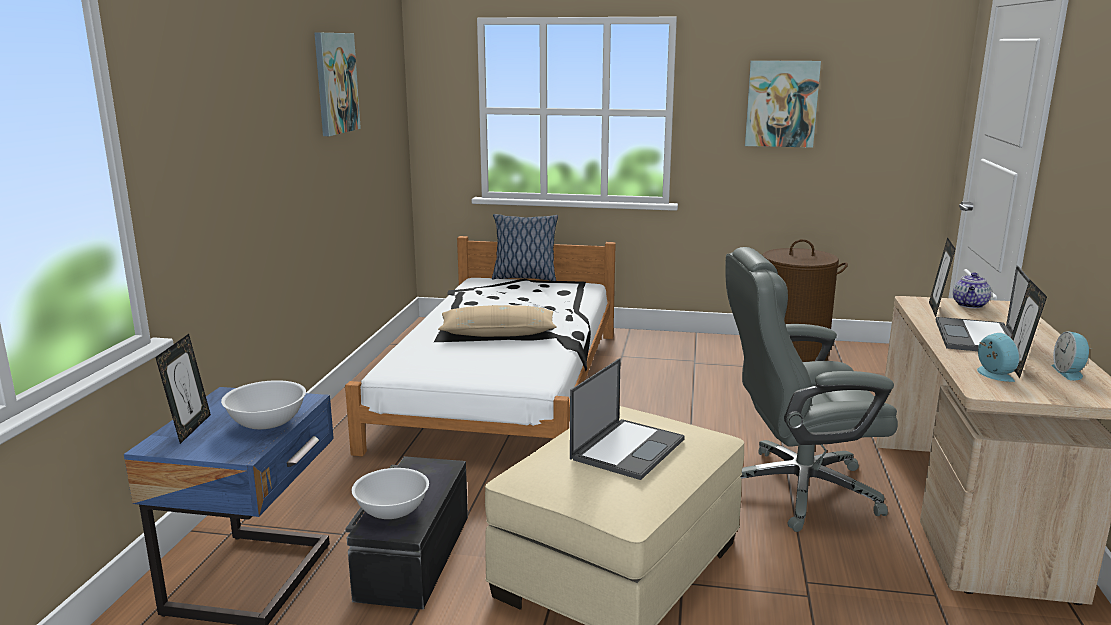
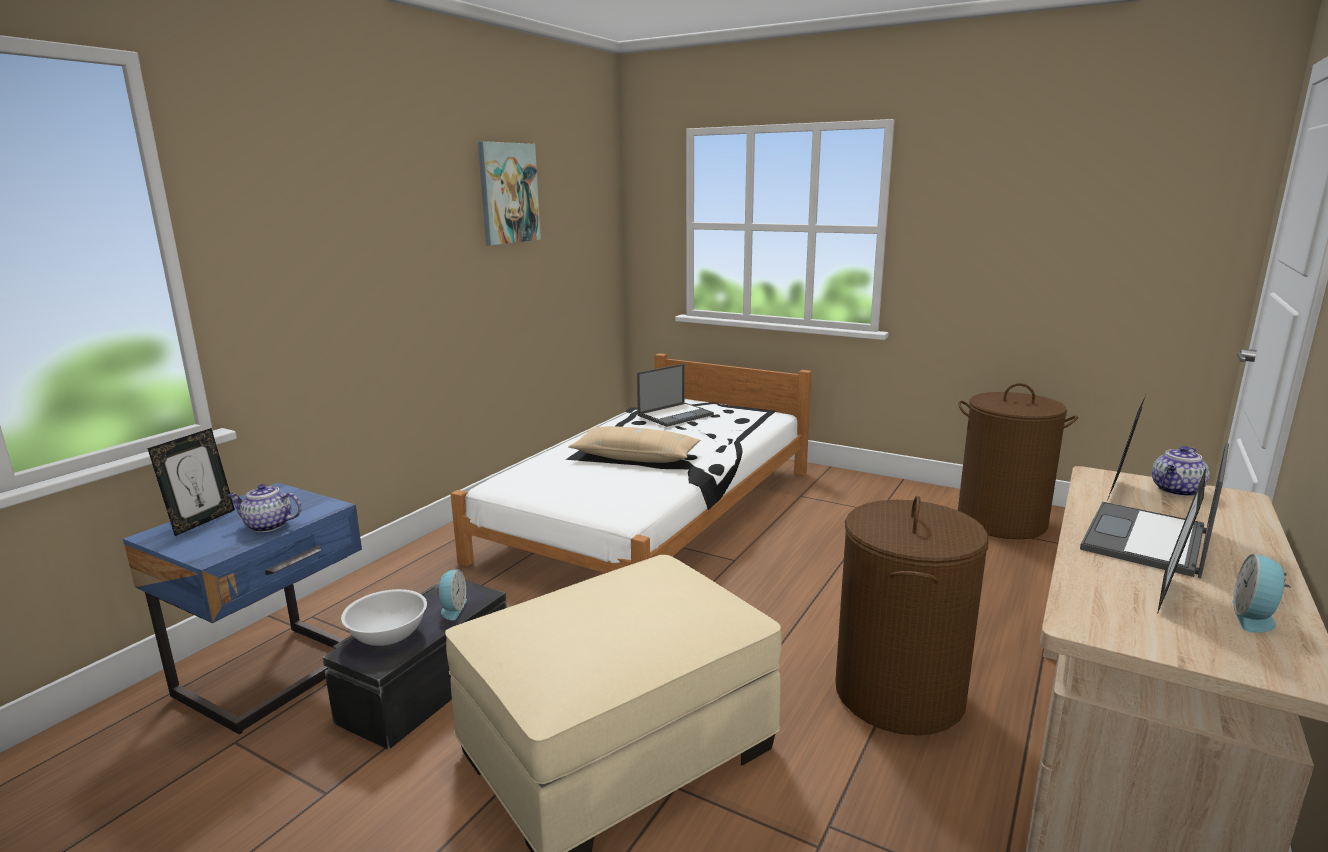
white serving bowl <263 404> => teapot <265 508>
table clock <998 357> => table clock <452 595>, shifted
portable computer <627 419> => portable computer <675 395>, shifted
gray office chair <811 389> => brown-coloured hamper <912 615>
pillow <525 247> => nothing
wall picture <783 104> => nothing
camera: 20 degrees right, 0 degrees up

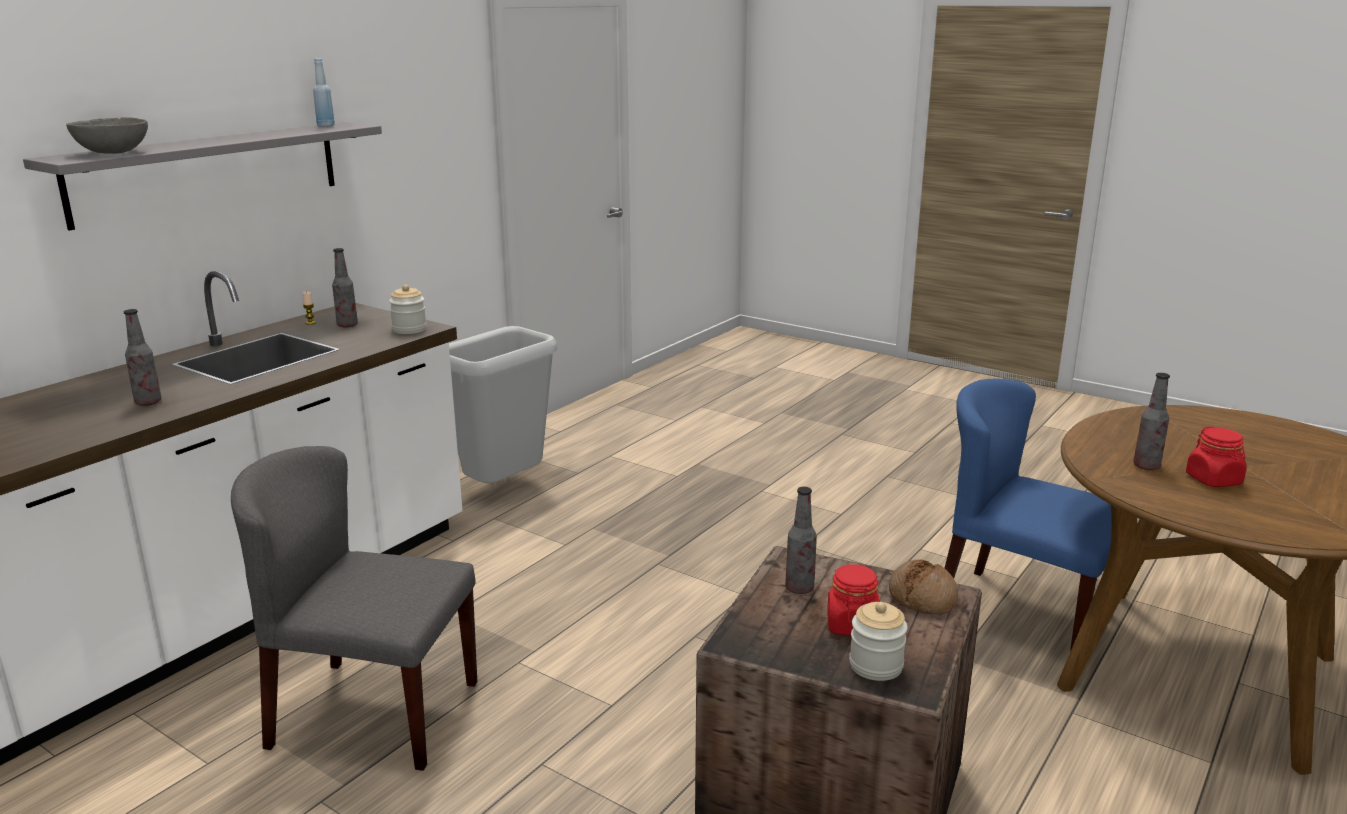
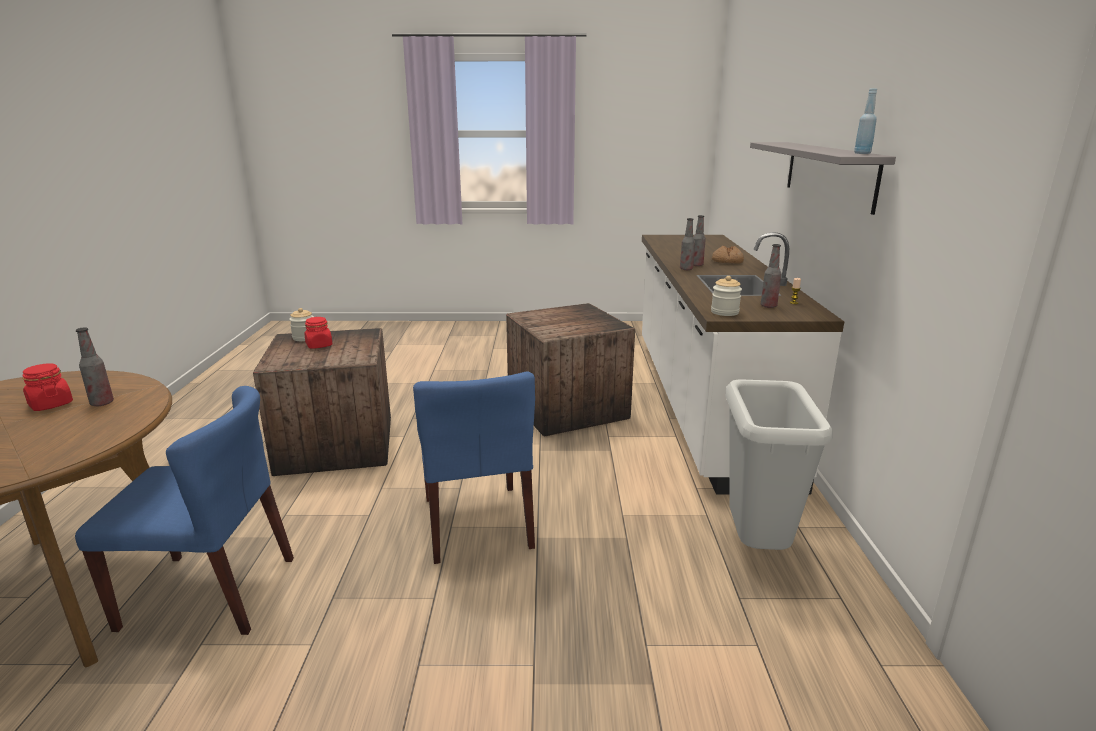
nothing => blue chair <474 468>
gray chair <354 608> => shipping crate <570 370>
beverage bottle <801 540> => beverage bottle <687 244>, shifted
bread <923 587> => bread <728 255>, shifted
gray serving bowl <107 135> => nothing
camera: 145 degrees right, 0 degrees up

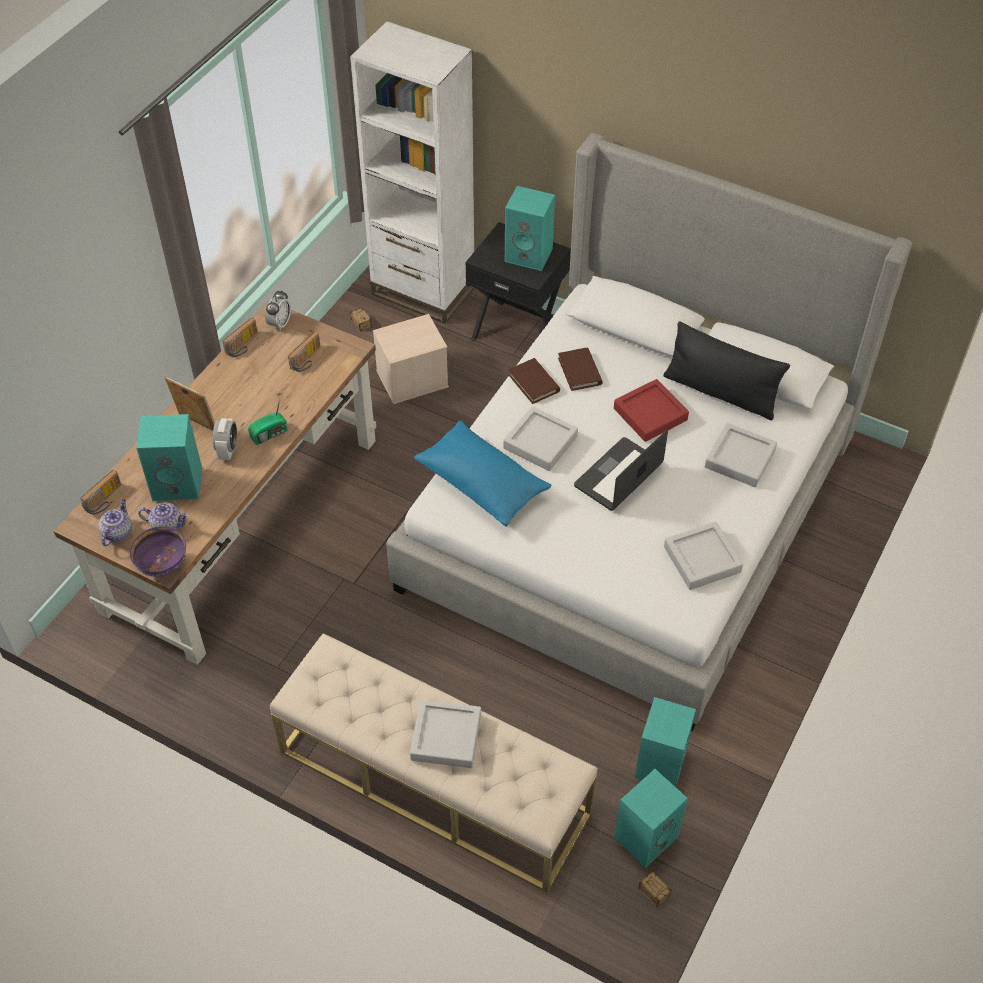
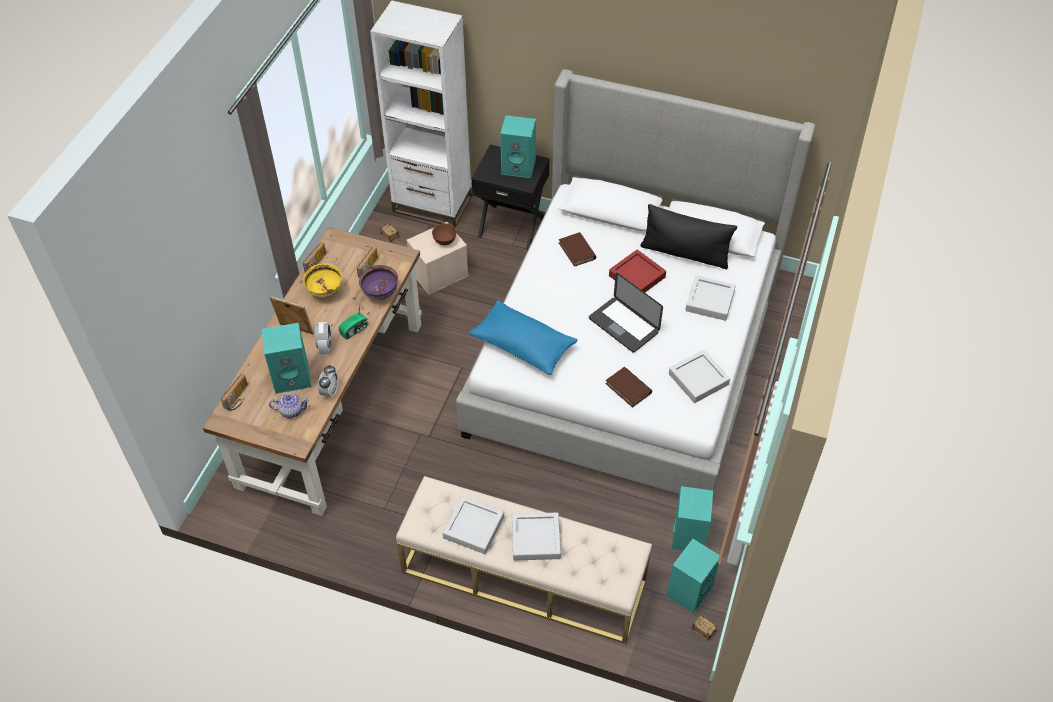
nothing => yellowish serving bowl <322 280>
table clock <278 310> => table clock <328 381>, shifted
purple-coloured serving bowl <158 551> => purple-coloured serving bowl <378 282>, shifted
nothing => brown-coloured serving bowl <444 234>
gray carrying tray <540 438> => gray carrying tray <473 525>, shifted
portable computer <621 470> => portable computer <626 312>, 75 degrees counterclockwise
brown-coloured volume <534 381> => brown-coloured volume <628 387>, shifted
teapot <115 522> => nothing
camera: 10 degrees left, 0 degrees up

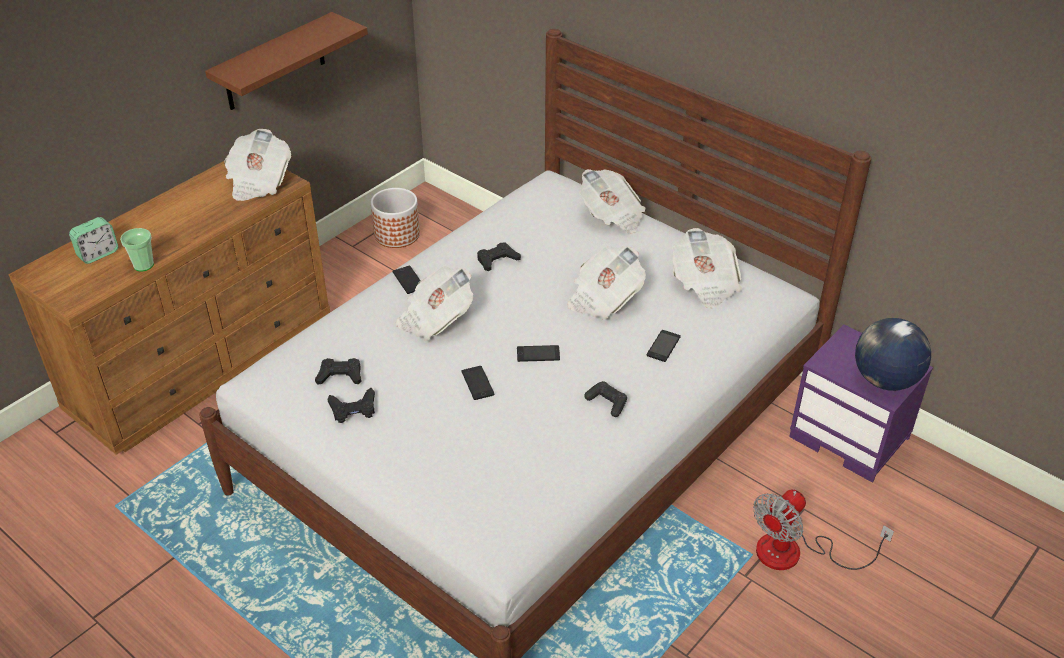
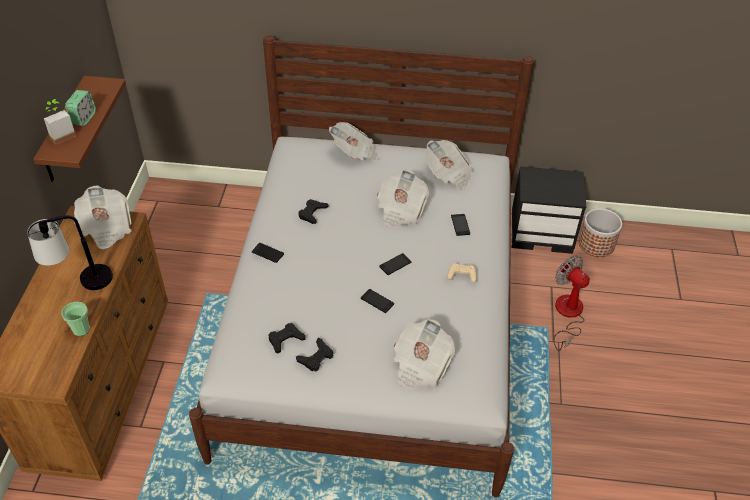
nothing => table lamp <70 252>
nothing => houseplant <60 122>
table clock <93 240> => table clock <80 108>, shifted
printed paper <434 303> => printed paper <424 353>, shifted
blackish gamepad <605 399> => beige gamepad <462 273>
purple-coloured nightstand <861 404> => blackish nightstand <549 210>
electric fan <823 529> => electric fan <571 303>, 135 degrees clockwise
flower pot <395 218> => flower pot <600 232>, shifted
world globe <893 354> => nothing
camera: 35 degrees left, 5 degrees up

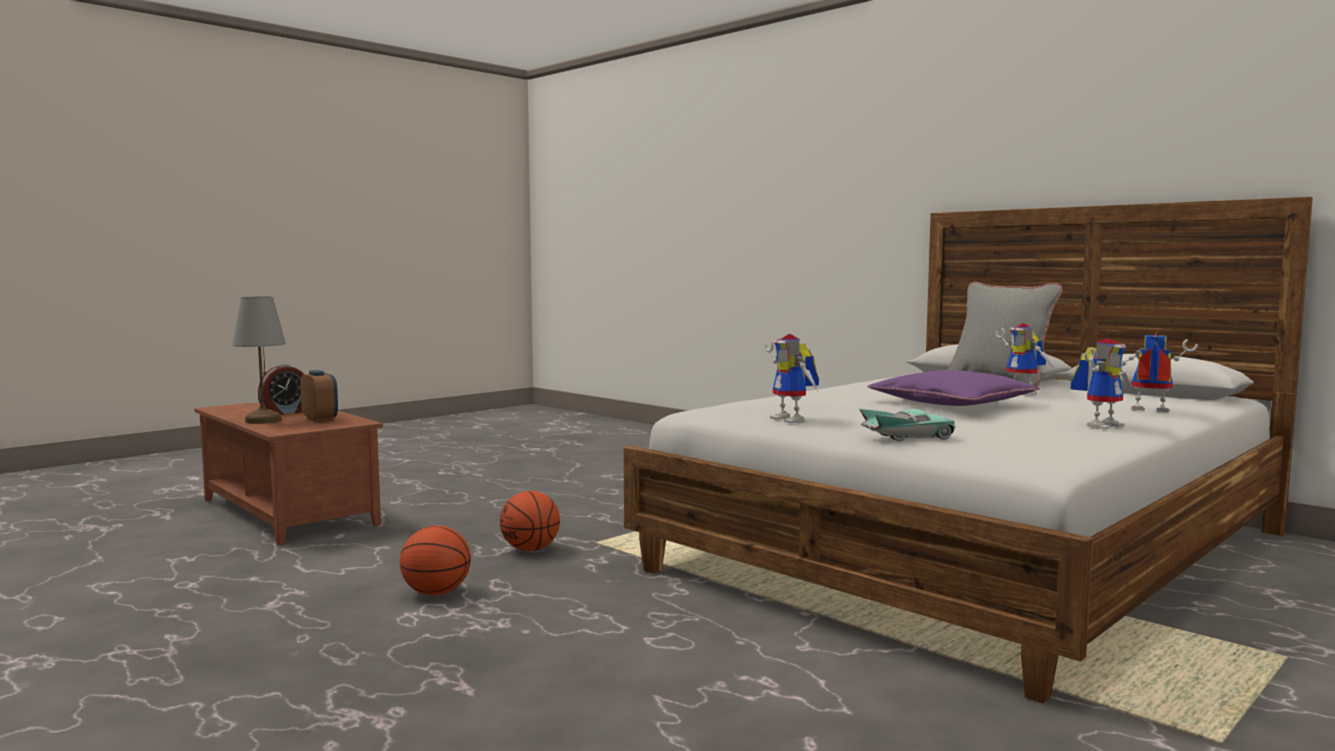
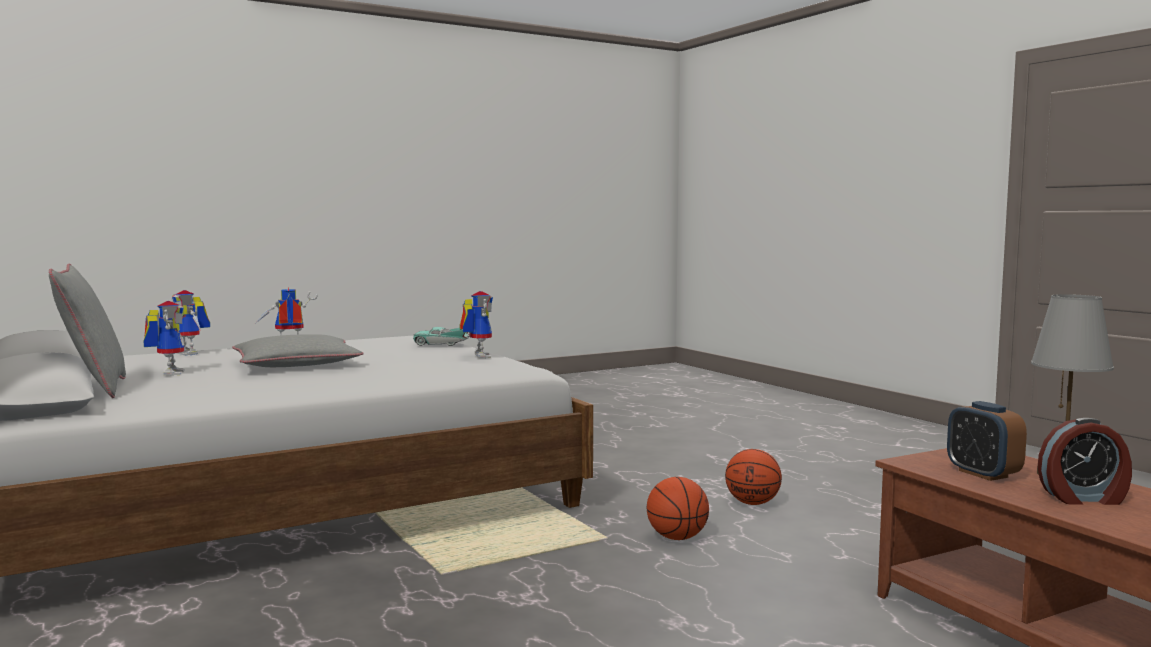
purple-coloured pillow <953 388> => gray pillow <298 350>
table clock <281 389> => table clock <1084 461>, 150 degrees counterclockwise
camera: 165 degrees left, 0 degrees up

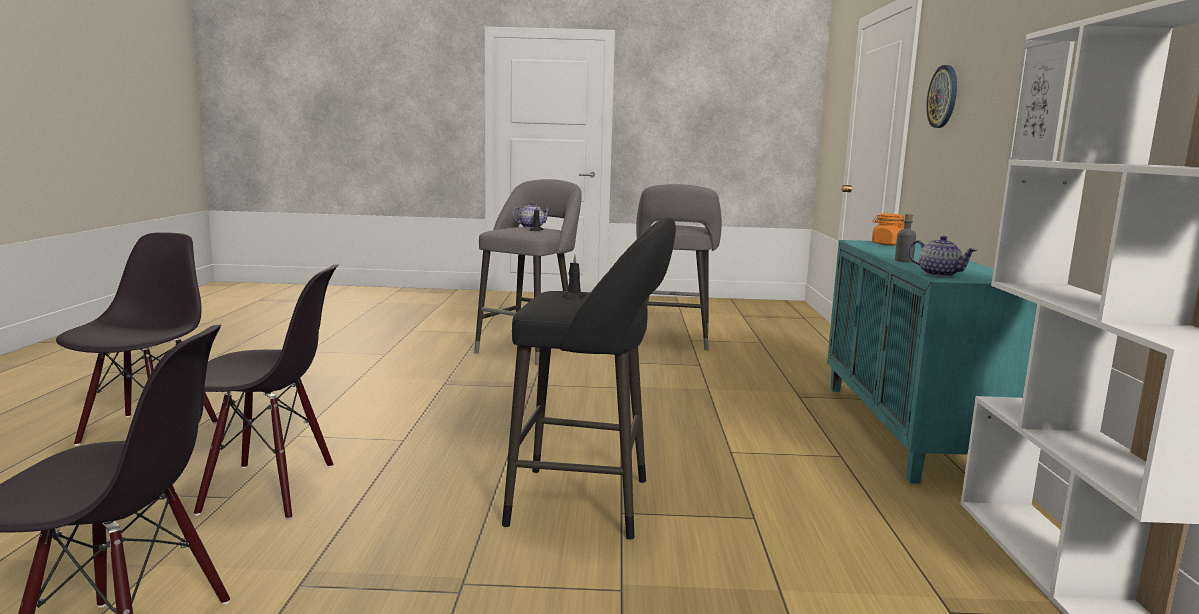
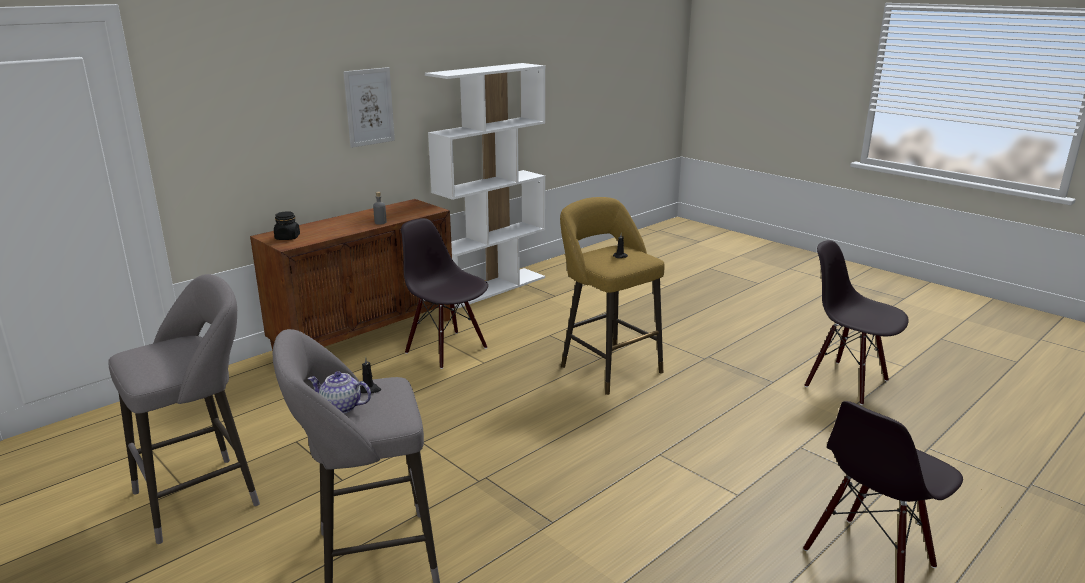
blue-green cabinet <932 362> => brown-coloured cabinet <351 275>
orange-coloured preserve jar <888 229> => blackish preserve jar <287 225>
blackish chair <266 392> => blackish chair <444 293>, shifted
blackish stool seat <589 378> => yellowish stool seat <612 296>
teapot <942 256> => nothing
hanging clock <941 96> => nothing
camera: 135 degrees left, 10 degrees up

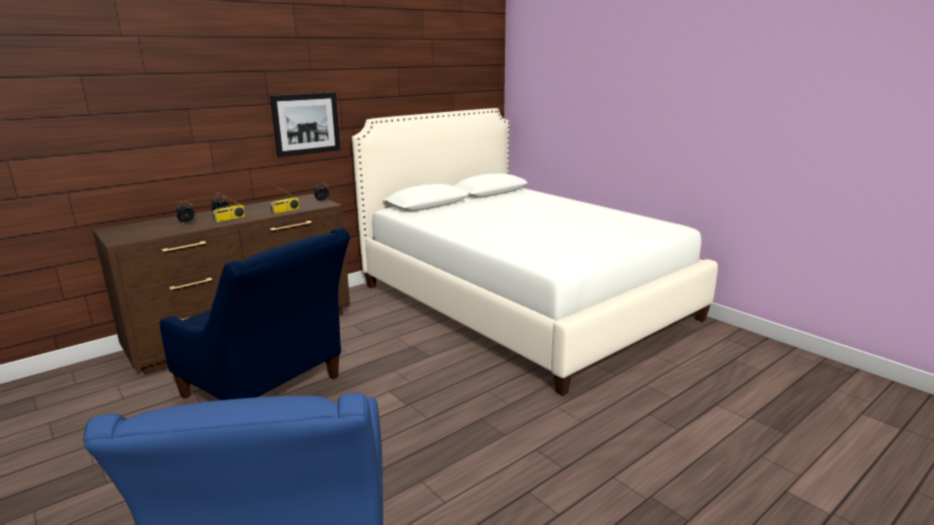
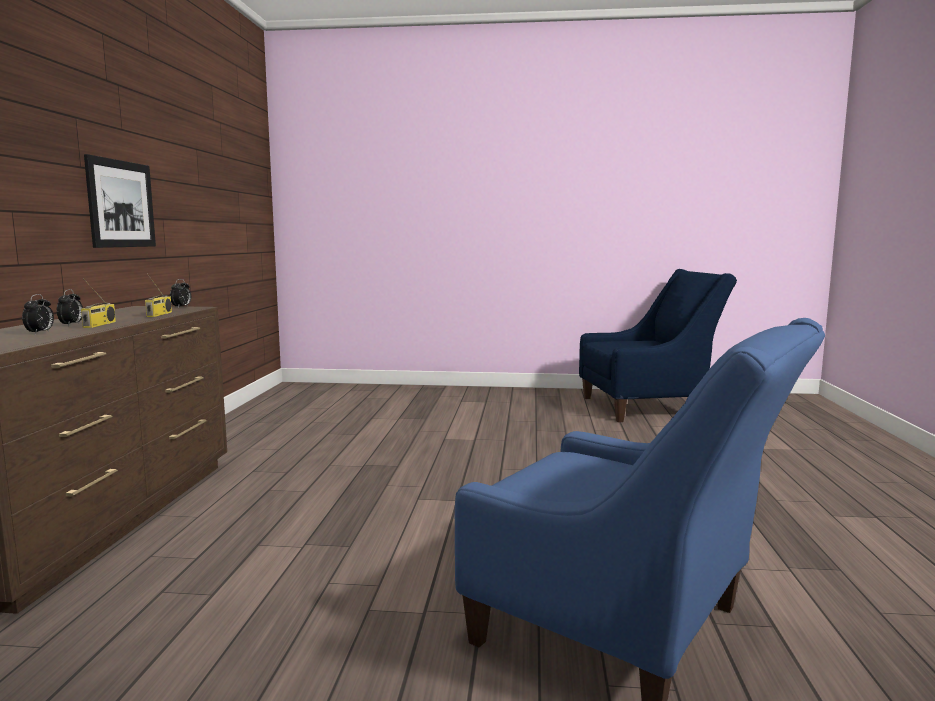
blue armchair <255 314> => blue armchair <658 345>, shifted
white bed <535 252> => nothing
camera: 45 degrees left, 10 degrees down

